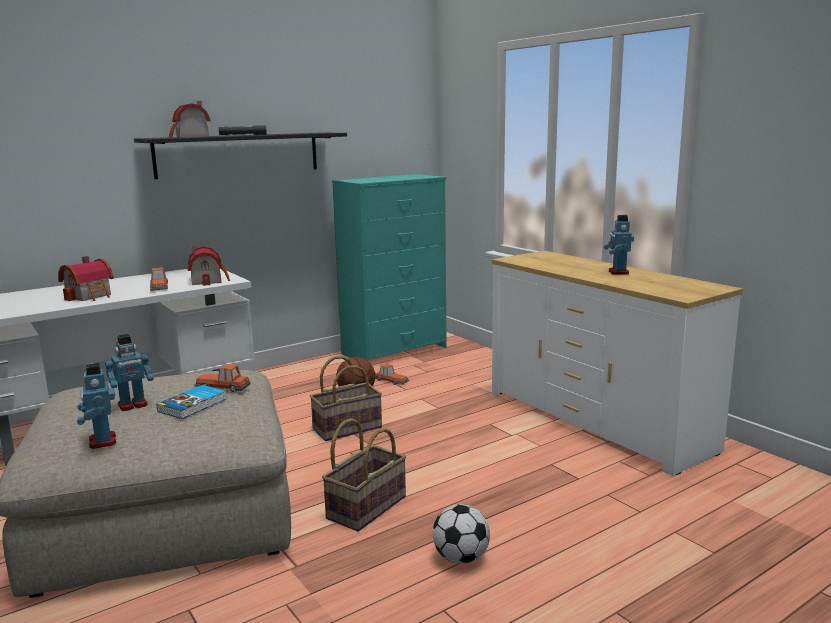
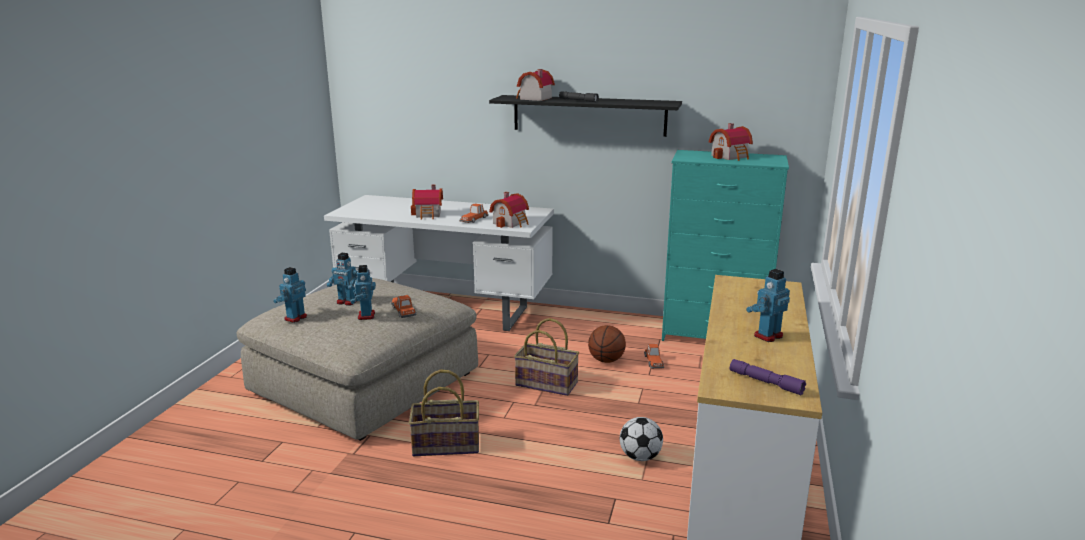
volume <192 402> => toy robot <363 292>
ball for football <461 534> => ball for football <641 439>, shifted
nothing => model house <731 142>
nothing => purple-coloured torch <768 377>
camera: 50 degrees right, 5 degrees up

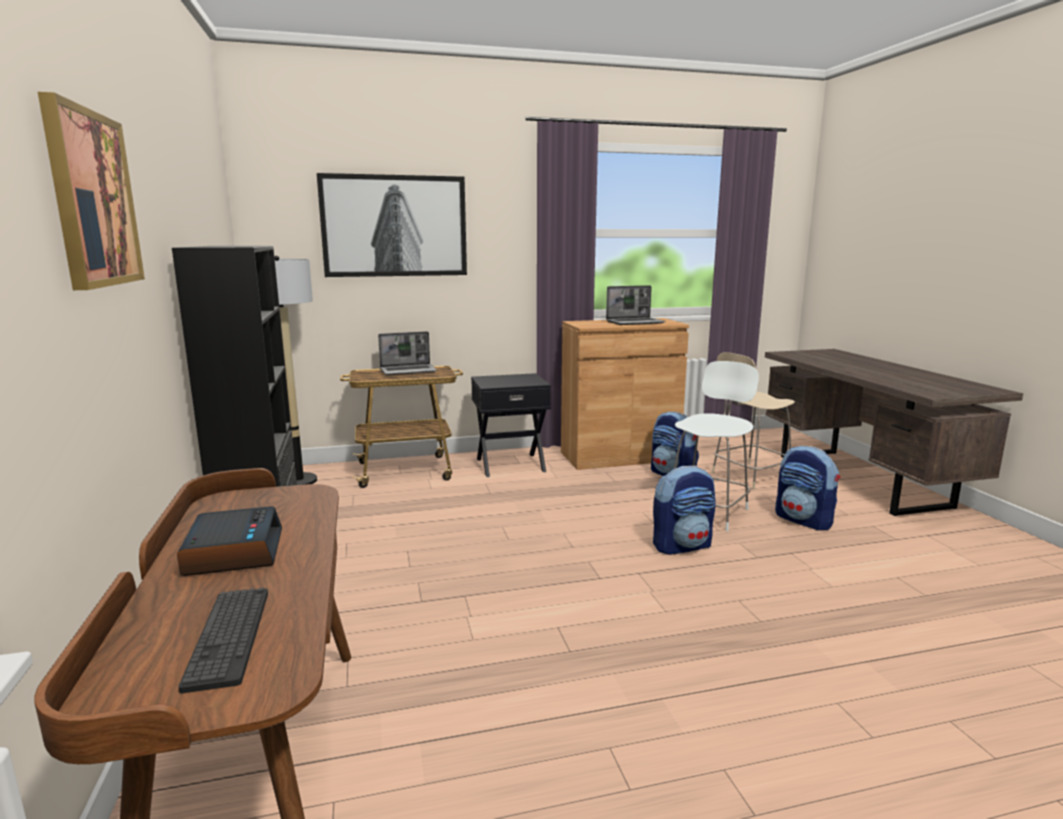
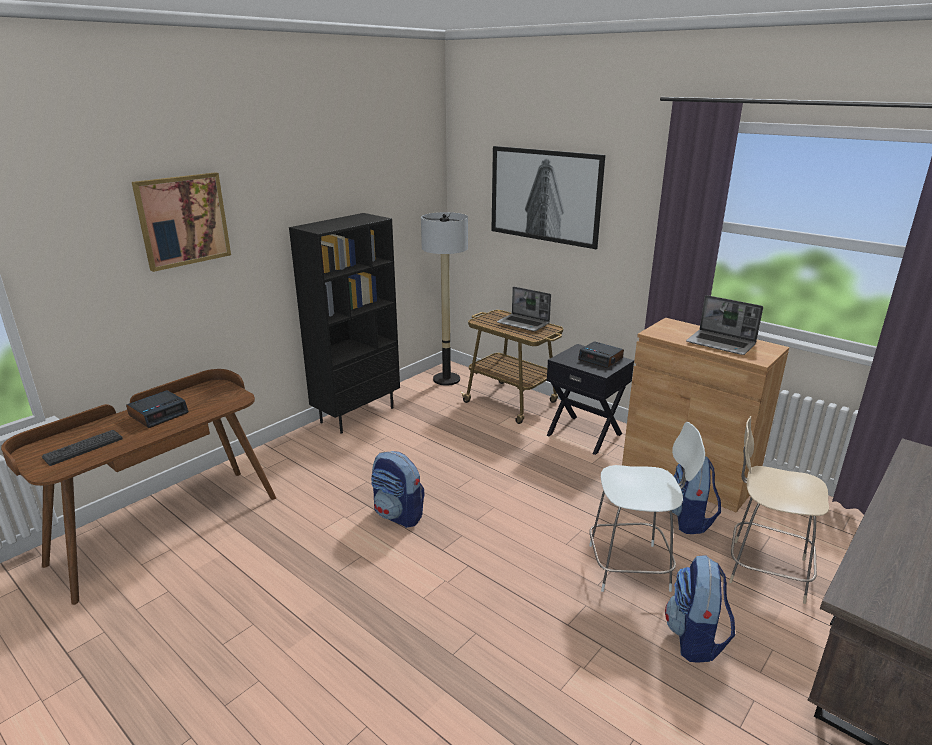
backpack <684 510> => backpack <398 489>, shifted
nothing => table clock <601 354>
camera: 55 degrees right, 10 degrees up

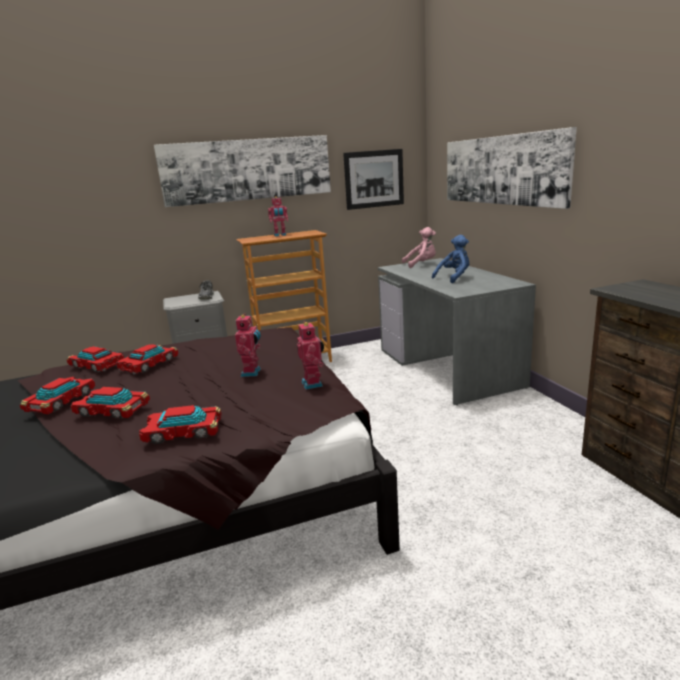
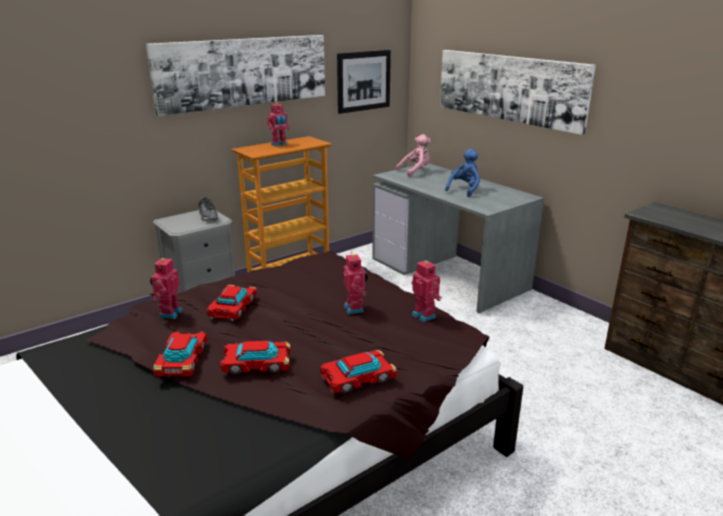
miniature car <95 359> => toy robot <166 287>
camera: 20 degrees left, 5 degrees up

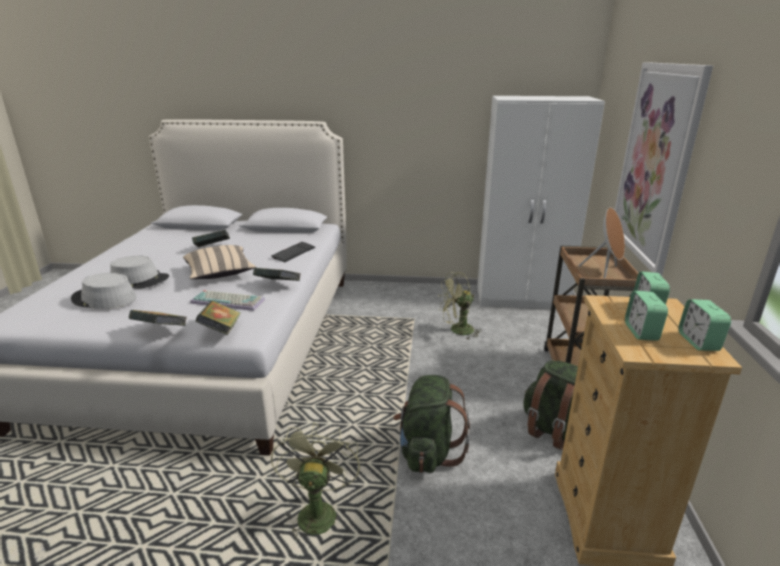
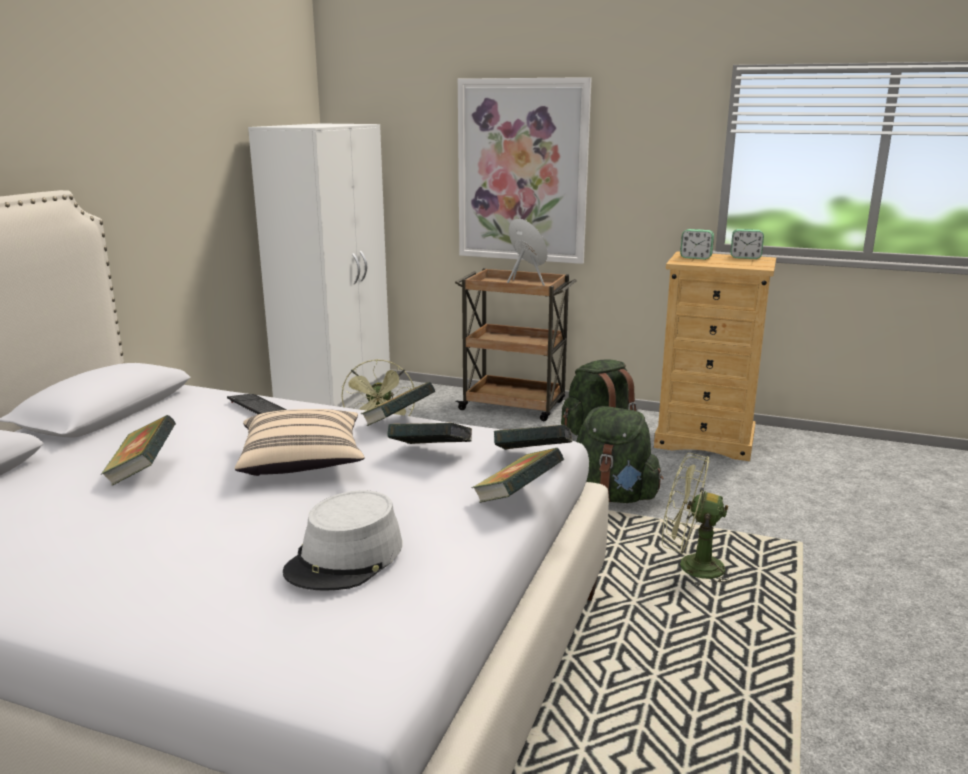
computer keyboard <227 300> => volume <429 433>
gray wearable hat <139 272> => nothing
table clock <646 316> => nothing
camera: 75 degrees left, 5 degrees down

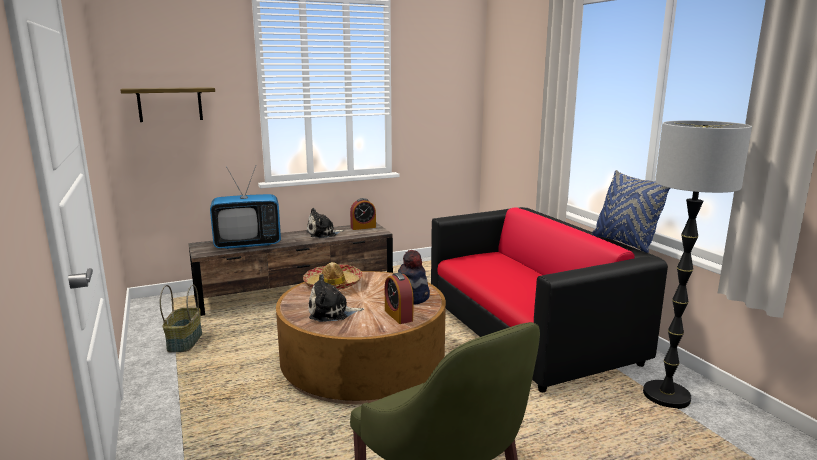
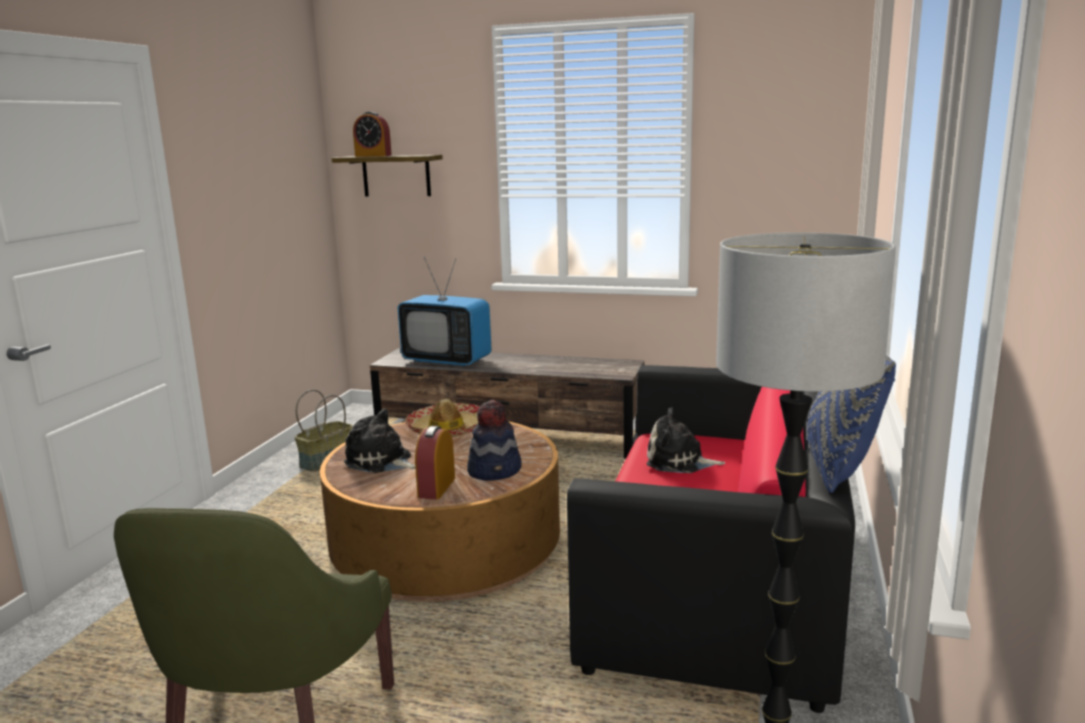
table clock <363 214> => table clock <372 134>, shifted
soft toy <325 223> => soft toy <685 440>, shifted
camera: 40 degrees right, 0 degrees up

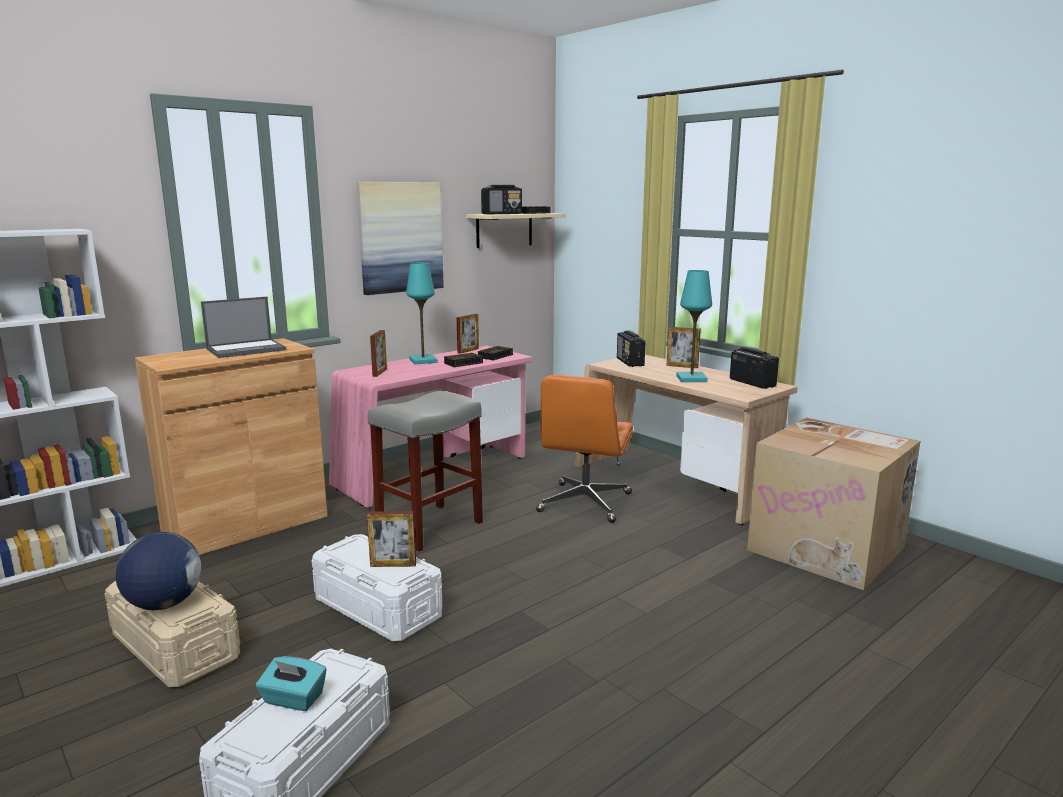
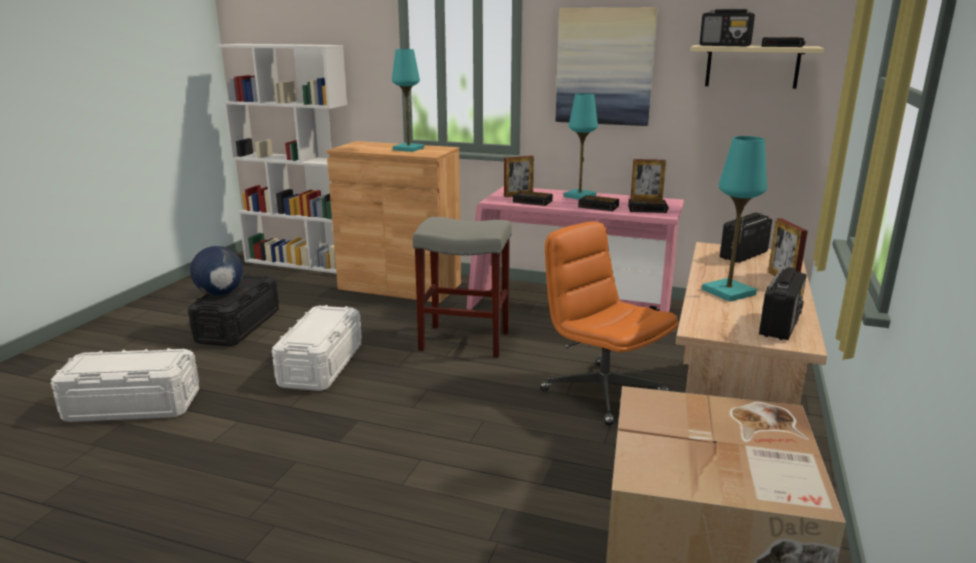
beige storage container <172 634> => blackish storage container <233 310>
portable computer <243 327> => blue-green table lamp <408 100>
nothing => table clock <533 198>
orange-coloured office chair <584 449> => orange-coloured office chair <609 323>, 60 degrees clockwise
blue-green tissue holder <291 683> => nothing
picture frame <391 539> => nothing
camera: 60 degrees right, 5 degrees up

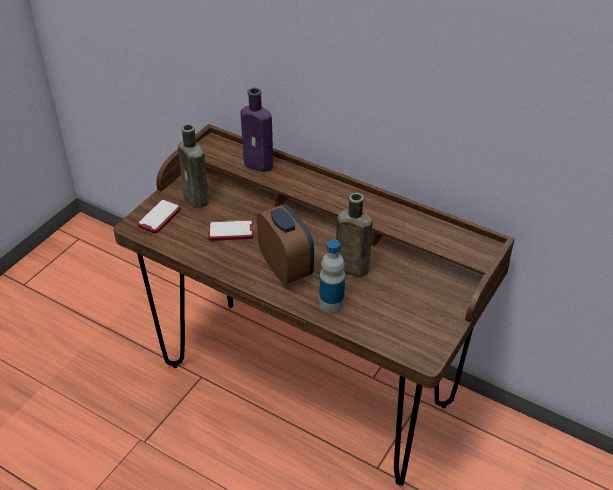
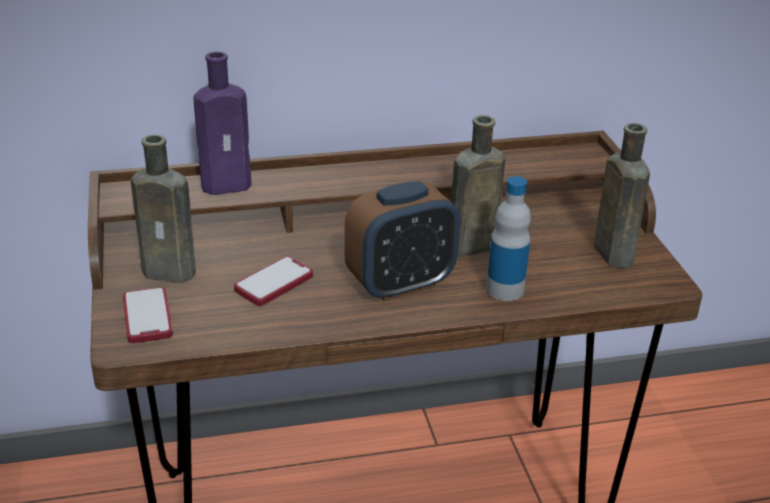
table clock <285 244> => table clock <402 241>, 135 degrees clockwise
nothing => brown-coloured beverage bottle <622 195>
camera: 45 degrees left, 10 degrees down

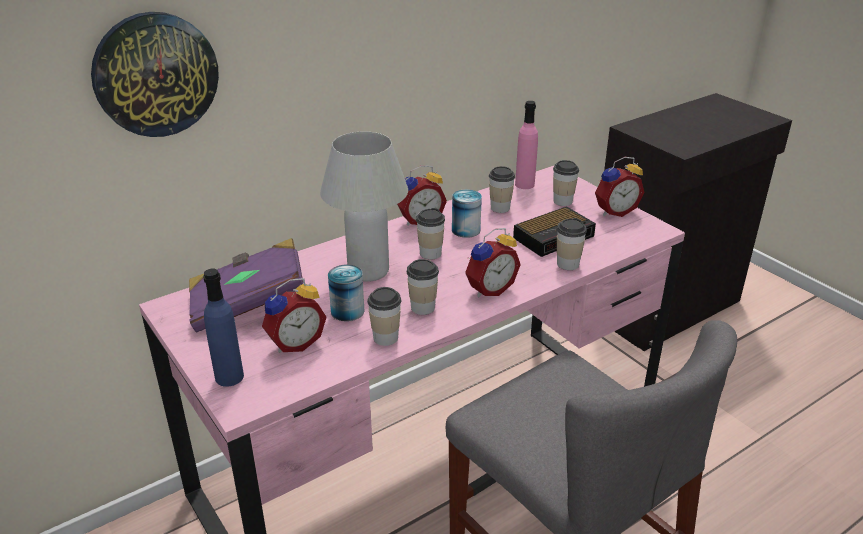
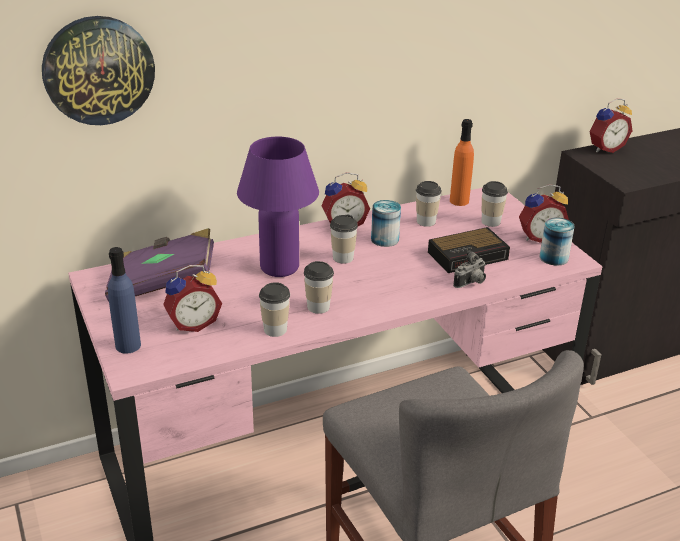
white table lamp <364 206> => purple-coloured table lamp <278 207>
pink-coloured beverage bottle <526 145> => orange-coloured beverage bottle <462 162>
drinking cup <572 244> => still camera <469 269>
metal can <346 292> => metal can <557 241>, shifted
table clock <493 262> => table clock <611 125>, shifted
camera: 10 degrees right, 0 degrees up

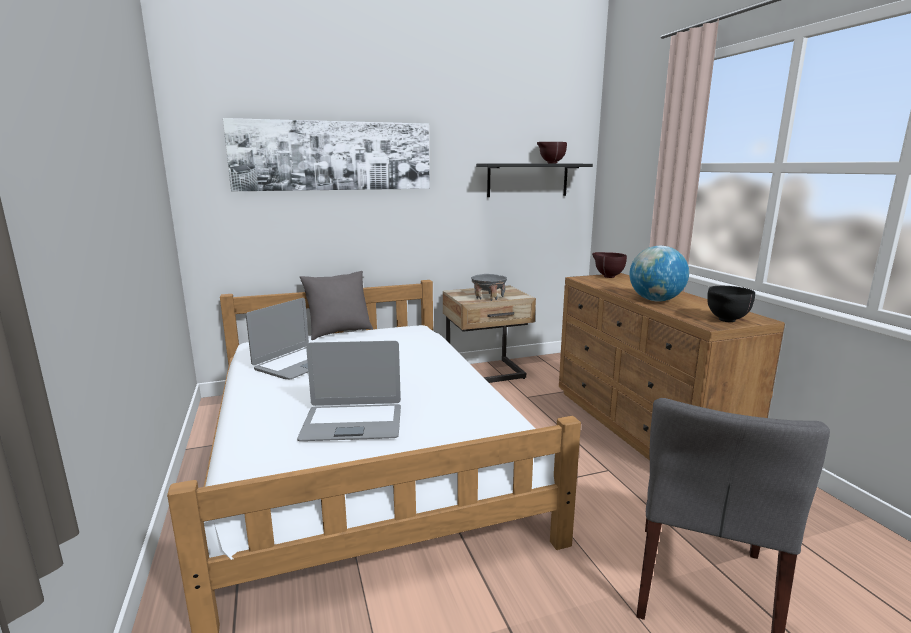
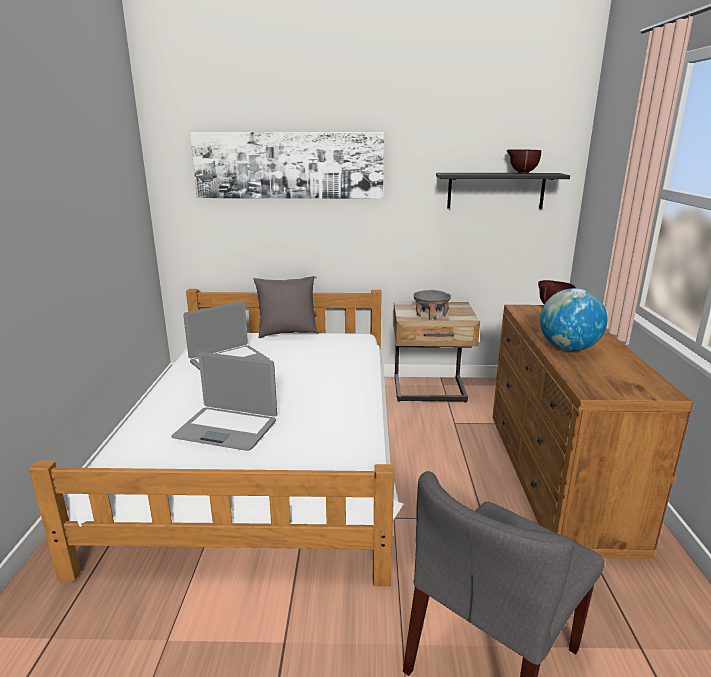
blackish serving bowl <731 304> => nothing
camera: 20 degrees right, 5 degrees up

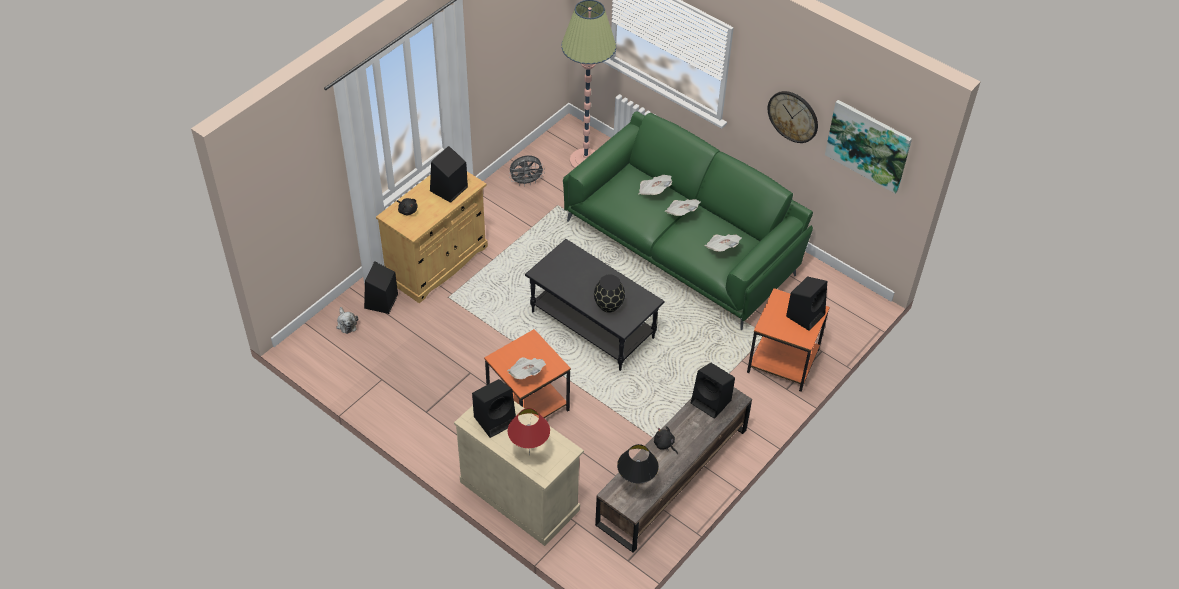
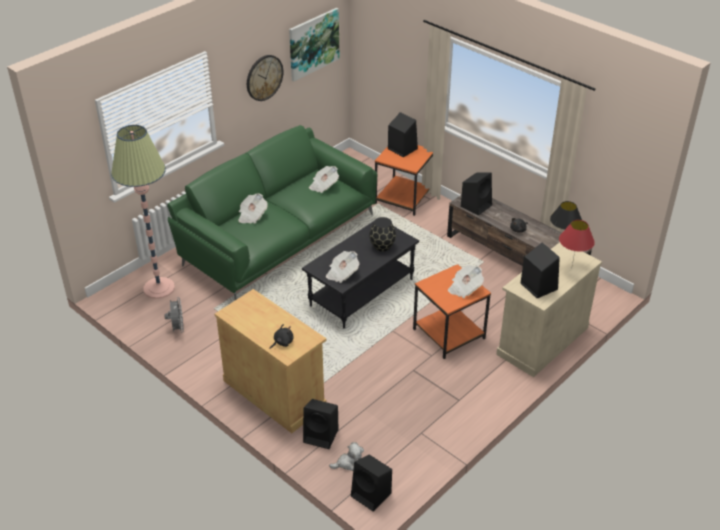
printed paper <682 207> => printed paper <342 267>, shifted
blackish loudspeaker <449 174> => blackish loudspeaker <371 483>, shifted
camera: 85 degrees left, 10 degrees down

